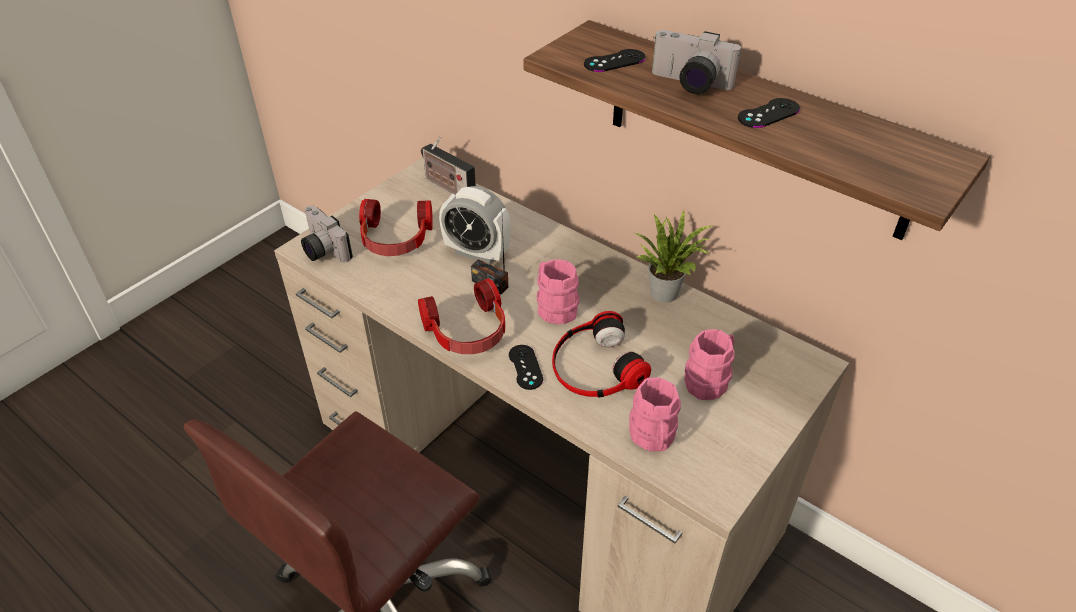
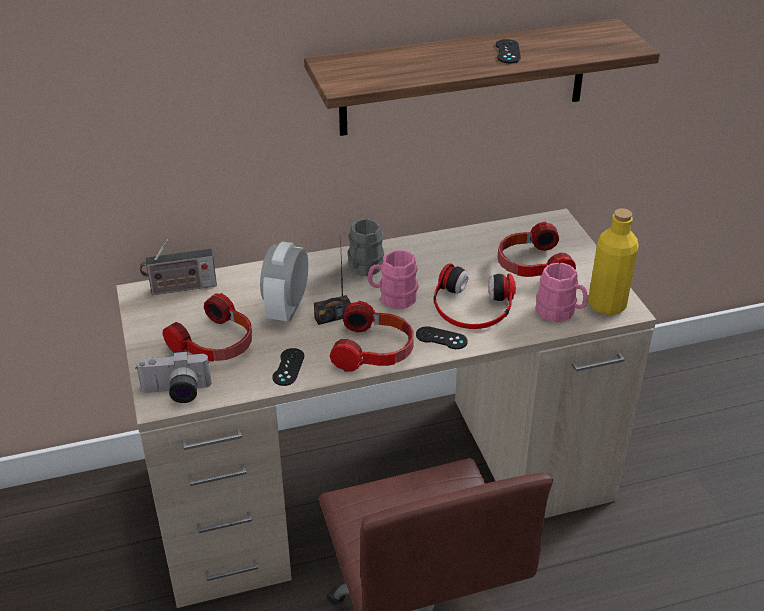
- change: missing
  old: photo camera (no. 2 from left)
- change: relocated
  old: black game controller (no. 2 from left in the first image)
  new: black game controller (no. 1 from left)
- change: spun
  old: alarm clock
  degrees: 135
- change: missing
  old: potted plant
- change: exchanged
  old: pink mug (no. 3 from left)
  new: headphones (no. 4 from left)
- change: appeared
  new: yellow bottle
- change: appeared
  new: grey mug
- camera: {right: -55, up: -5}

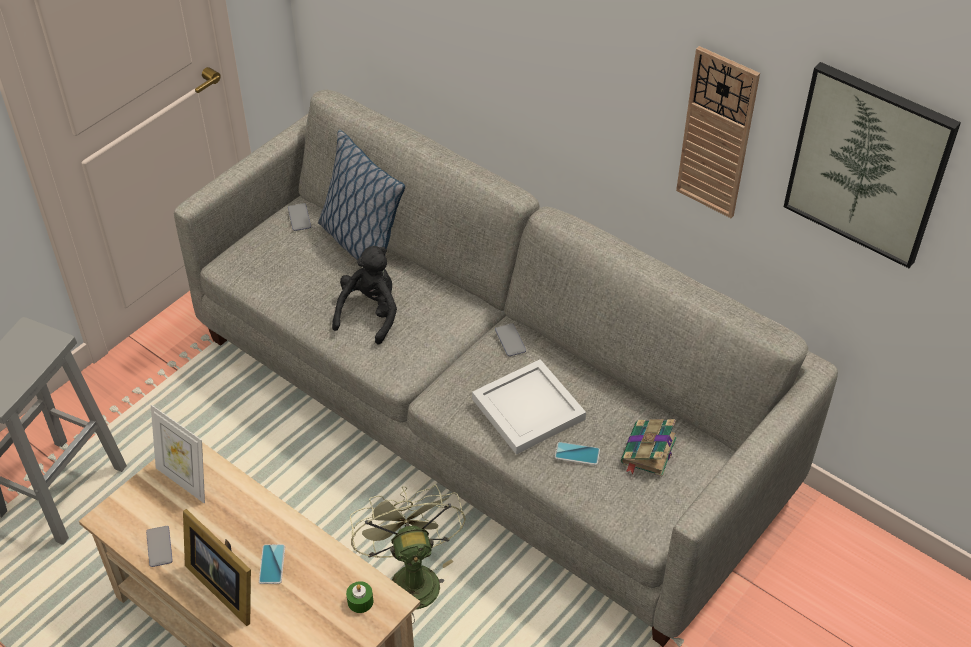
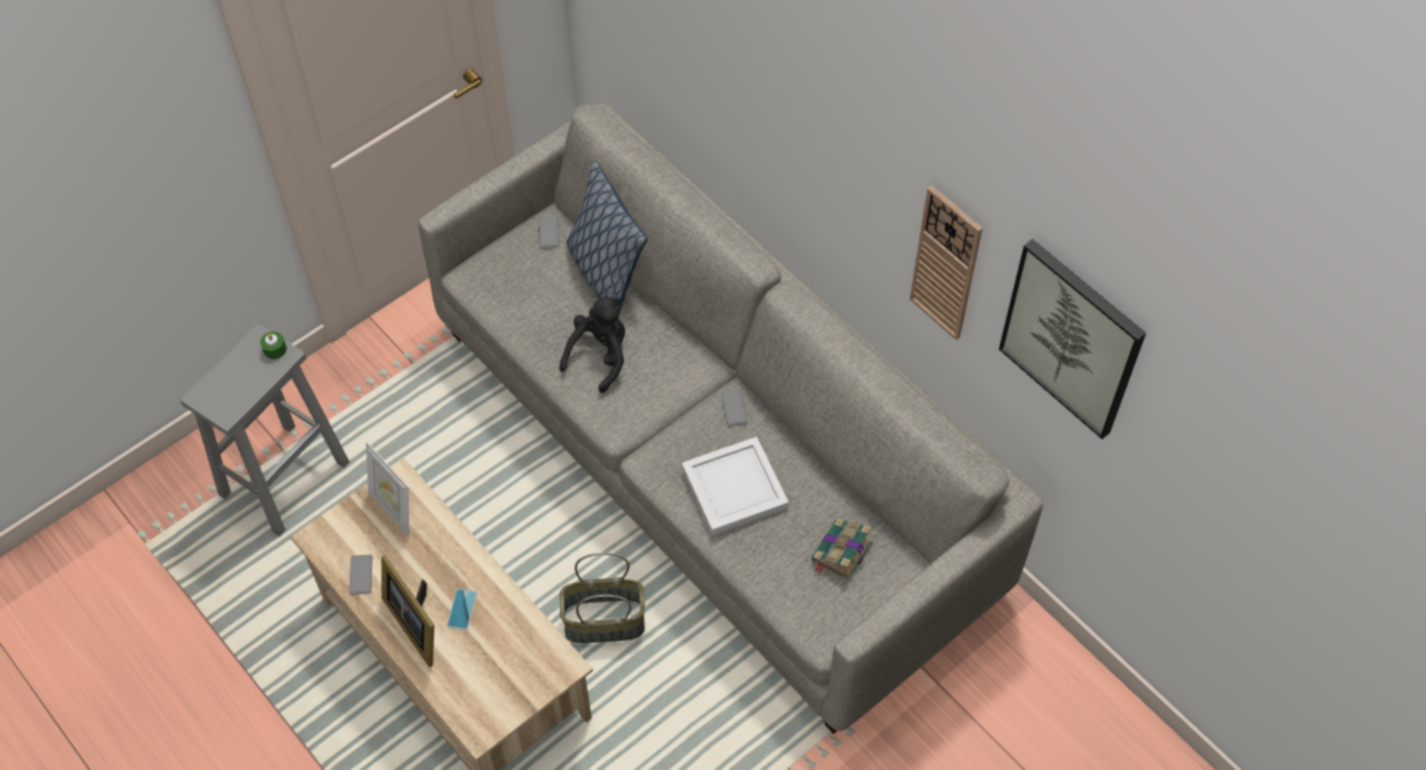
- change: missing
  old: phone (no. 5 from left)
- change: exchanged
  old: green fan
  new: basket
- change: relocated
  old: green candle
- camera: {right: 10, up: 10}

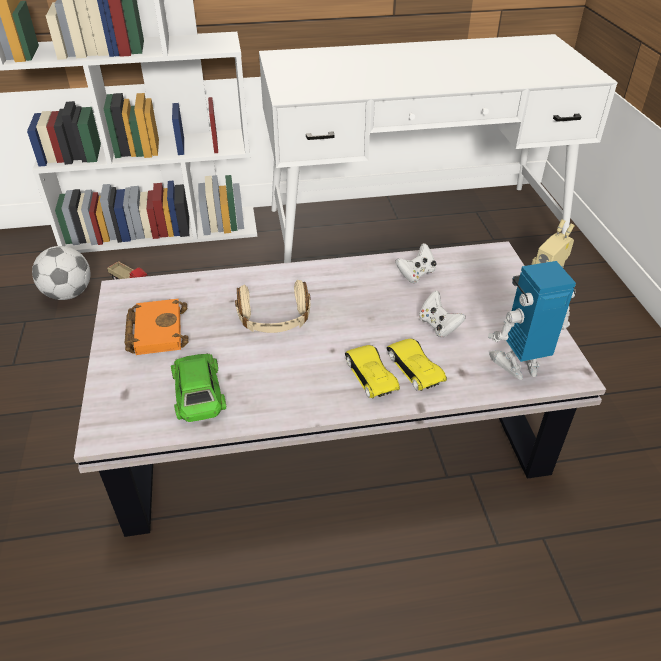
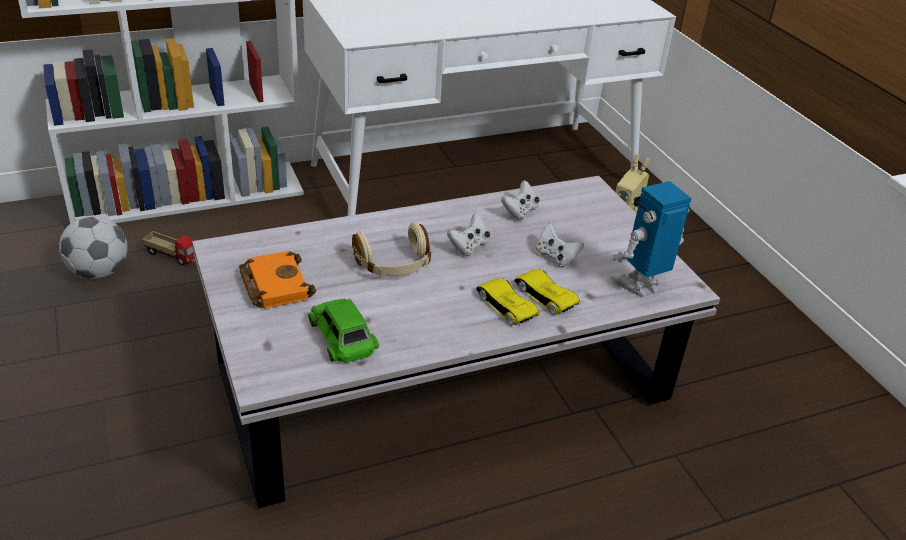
- change: appeared
  new: white game controller (no. 1 from left)
- camera: {right: -15, up: -5}

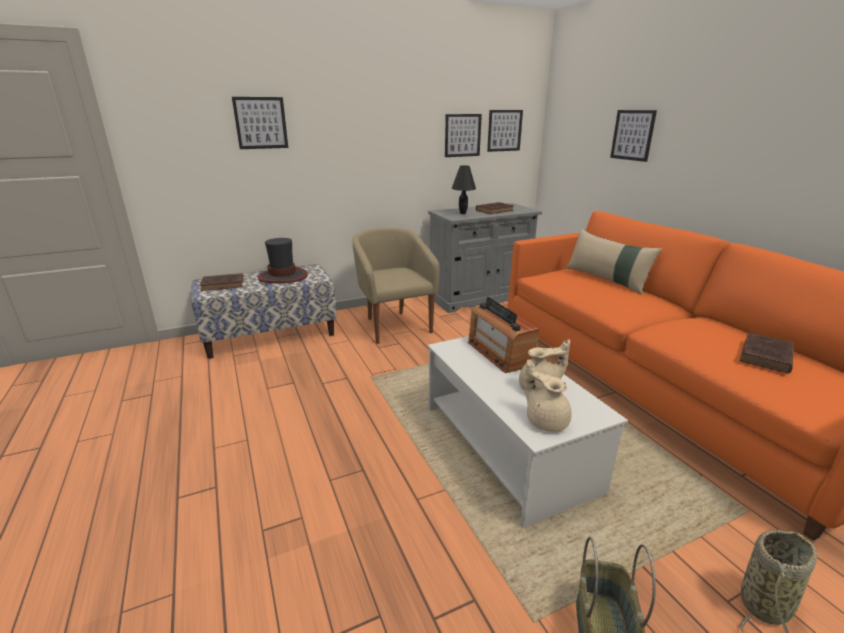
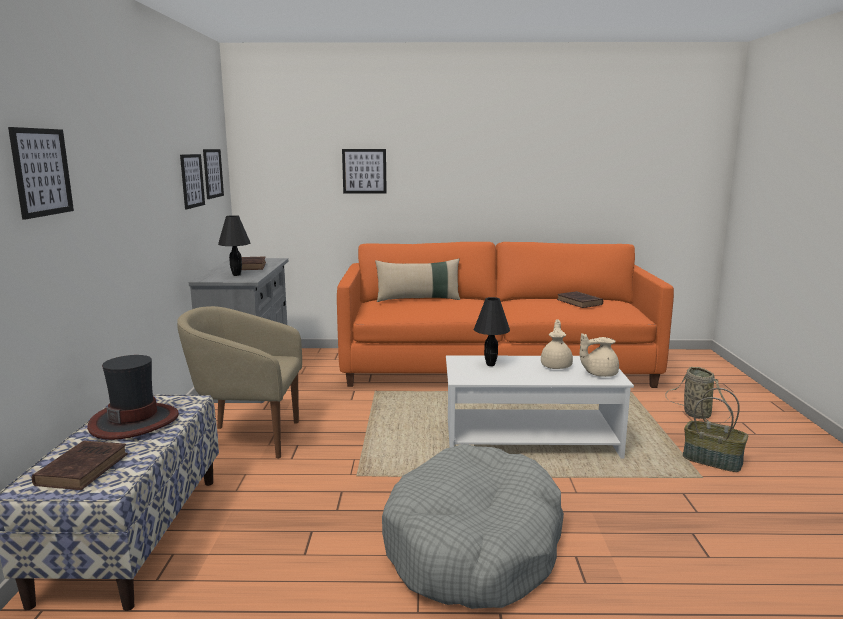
- change: exchanged
  old: radio
  new: black table lamp (no. 2 from left)
- change: appeared
  new: grey dog bed
- camera: {right: -65, up: -10}

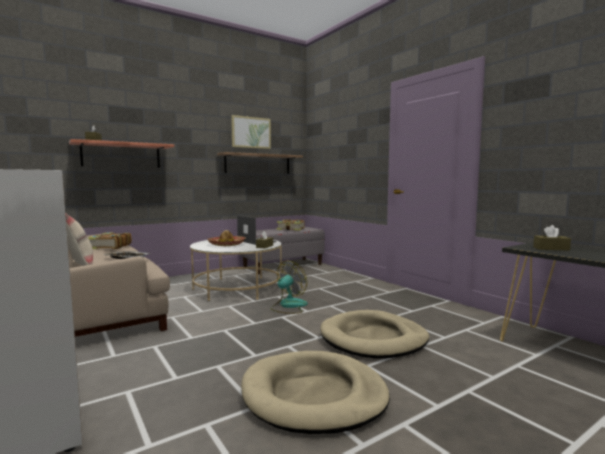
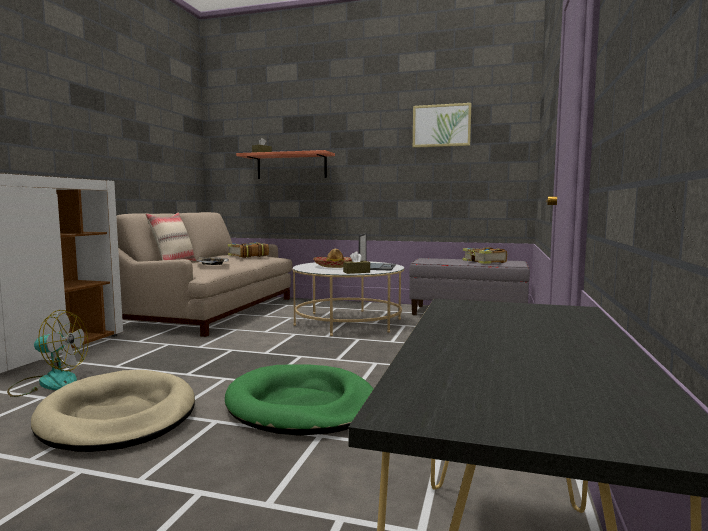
- change: missing
  old: shelf (no. 2 from left)
- change: missing
  old: brown tissue box (no. 3 from left)
- change: relocated
  old: fan
- change: colour
  old: beige dog bed (no. 2 from left)
  new: green dog bed
- camera: {right: 50, up: 0}

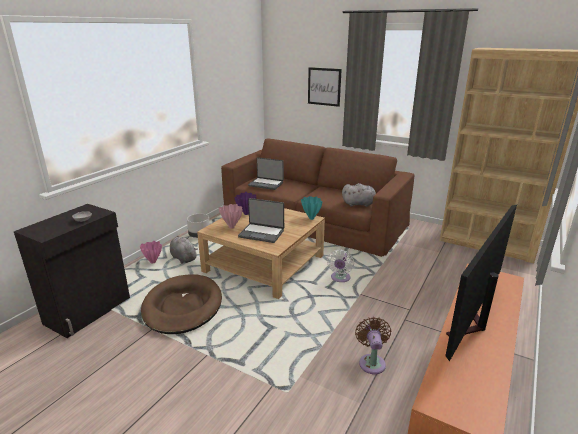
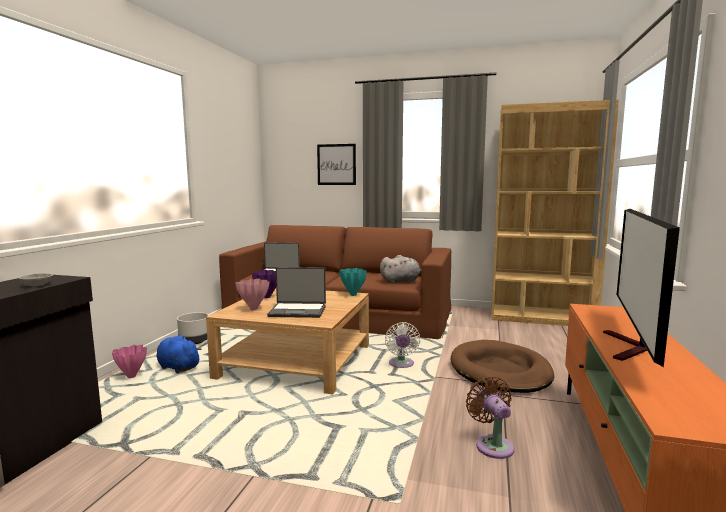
- change: colour
  old: grey plush toy (no. 1 from left)
  new: blue plush toy
- change: relocated
  old: brown dog bed
- camera: {right: -15, up: -15}

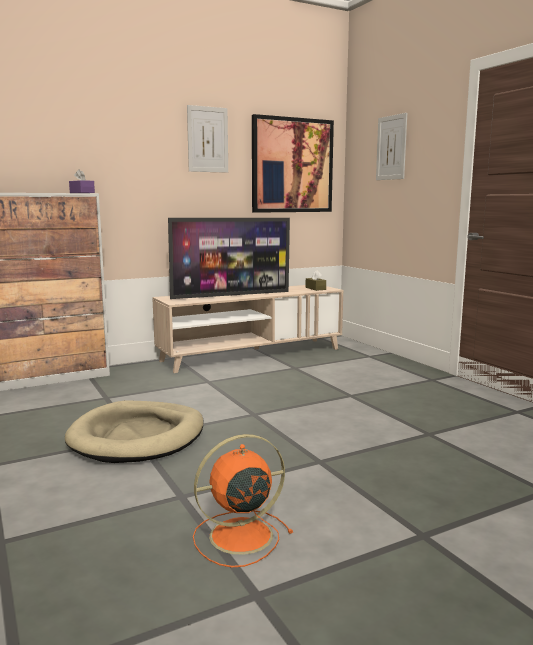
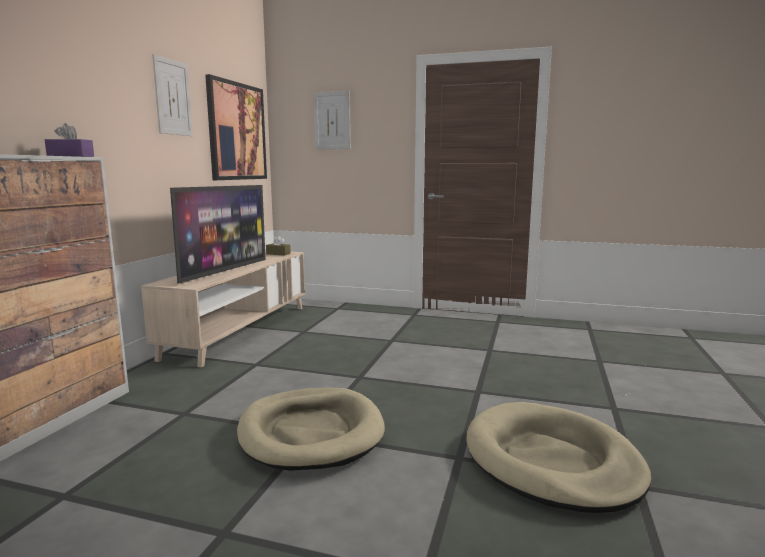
- change: exchanged
  old: orange fan
  new: beige dog bed (no. 2 from left)
- camera: {right: -45, up: 0}

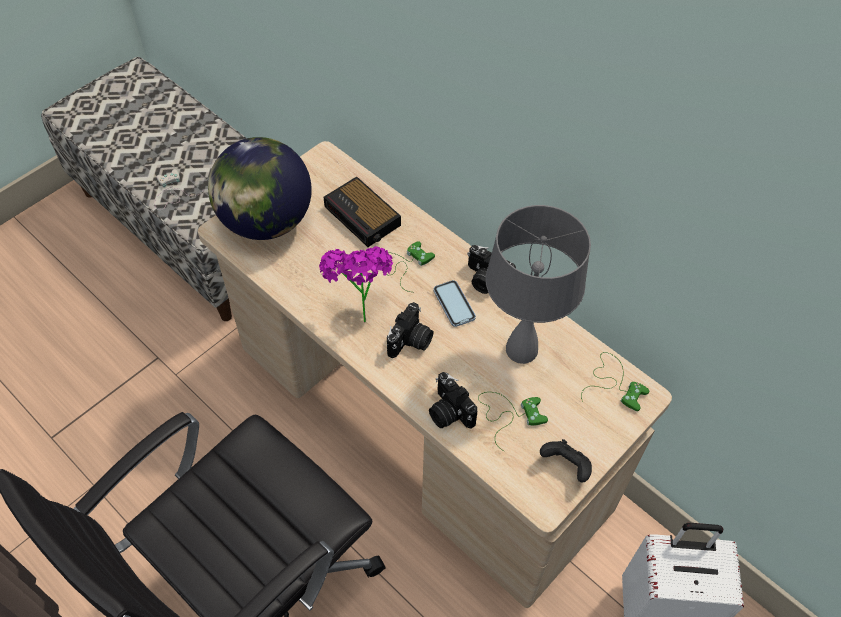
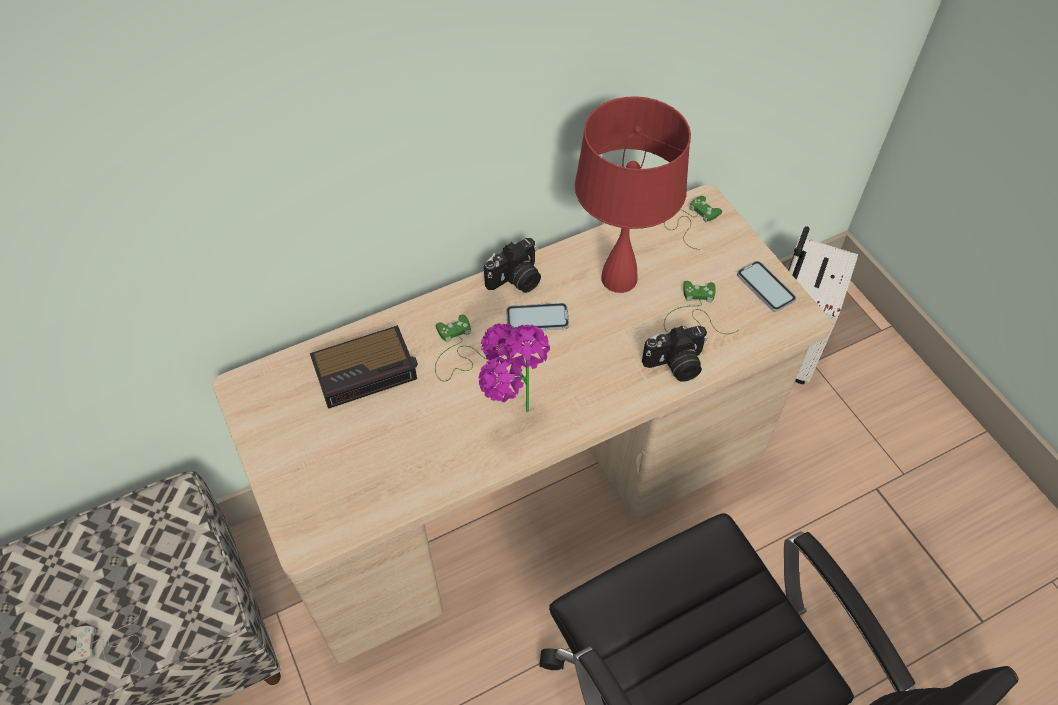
- change: missing
  old: globe
- change: colour
  old: grey table lamp
  new: red table lamp
- change: missing
  old: photo camera (no. 1 from left)
- change: exchanged
  old: black game controller
  new: phone (no. 2 from left)
- camera: {right: -70, up: 0}

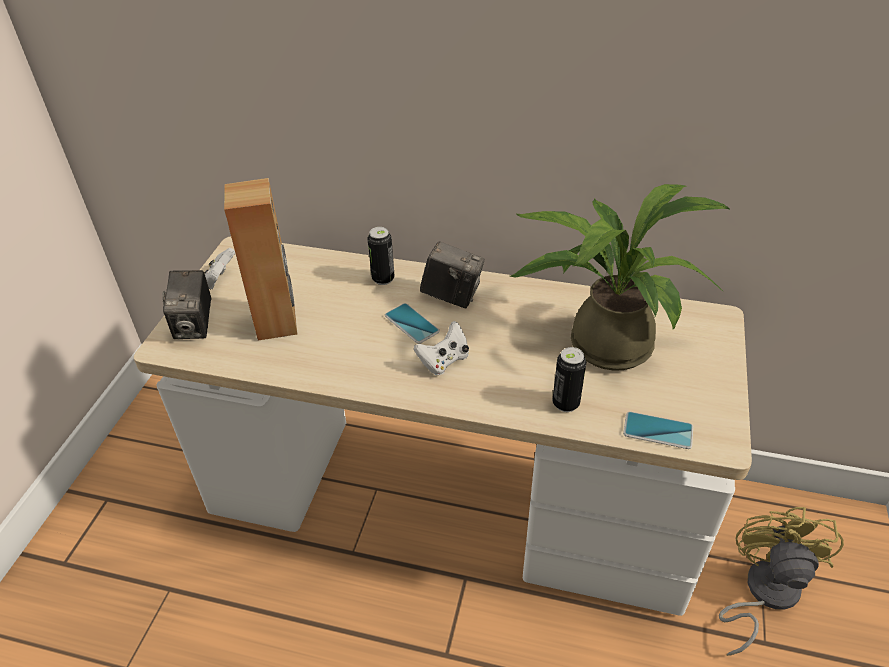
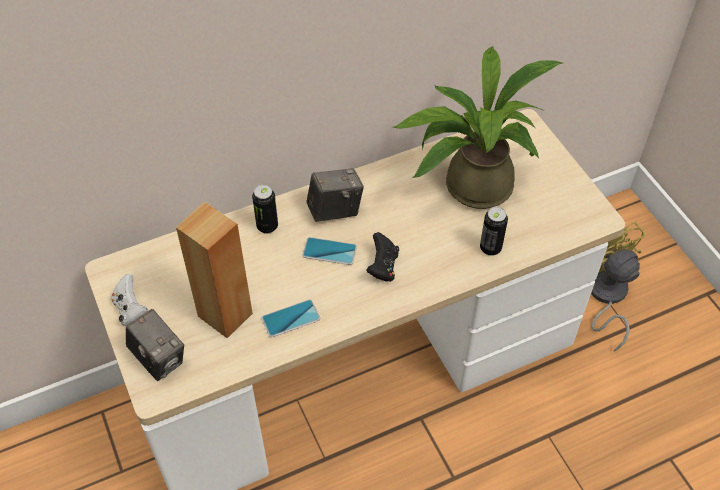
- change: colour
  old: white game controller (no. 2 from left)
  new: black game controller
- change: relocated
  old: phone (no. 2 from left in the first image)
  new: phone (no. 1 from left)
- camera: {right: -40, up: 10}

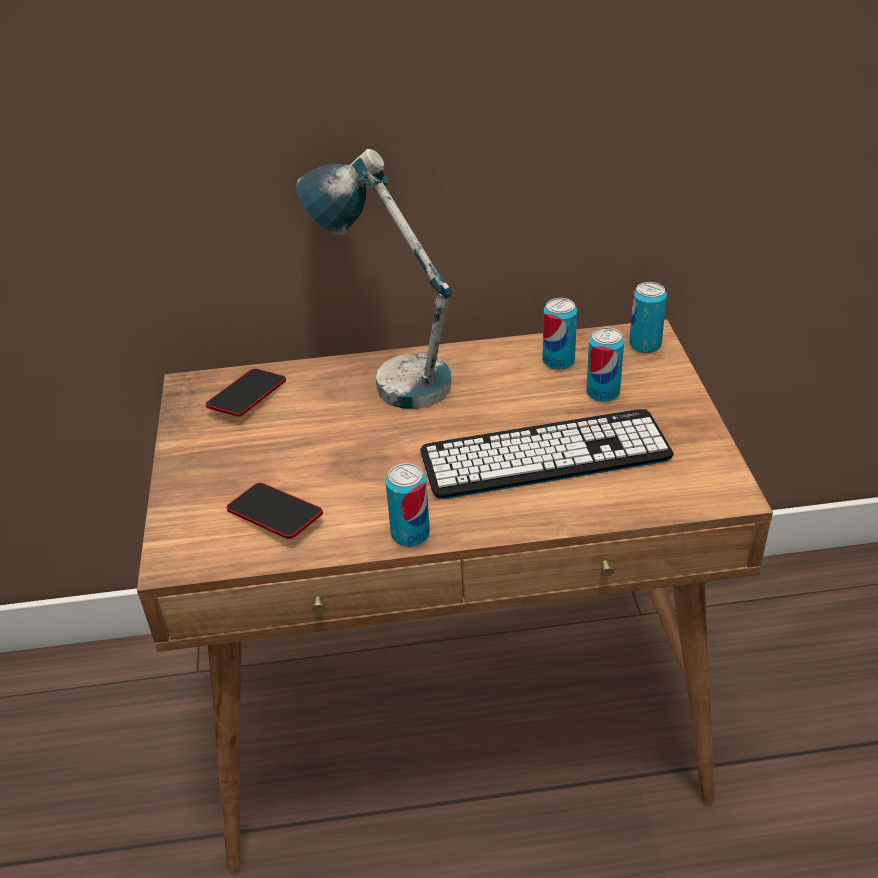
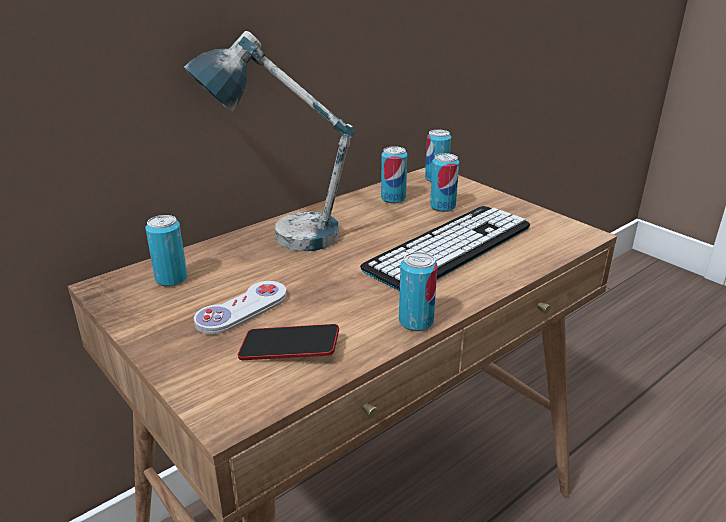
- change: exchanged
  old: phone (no. 1 from left)
  new: can (no. 1 from left)
- change: appeared
  new: white game controller
- camera: {right: -35, up: -10}

